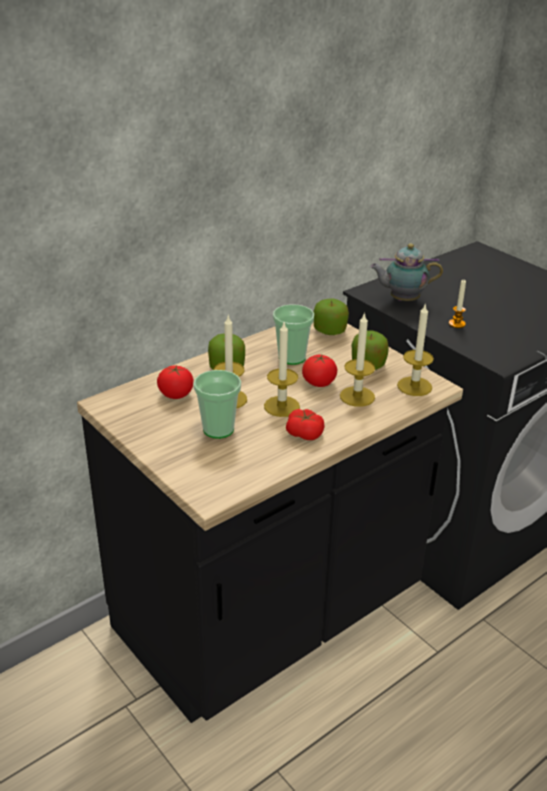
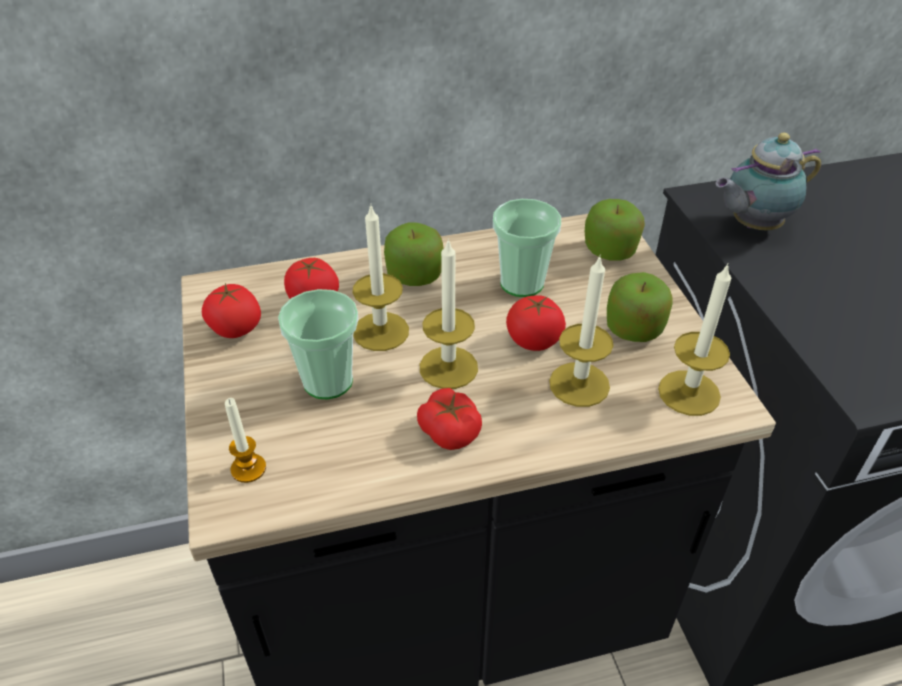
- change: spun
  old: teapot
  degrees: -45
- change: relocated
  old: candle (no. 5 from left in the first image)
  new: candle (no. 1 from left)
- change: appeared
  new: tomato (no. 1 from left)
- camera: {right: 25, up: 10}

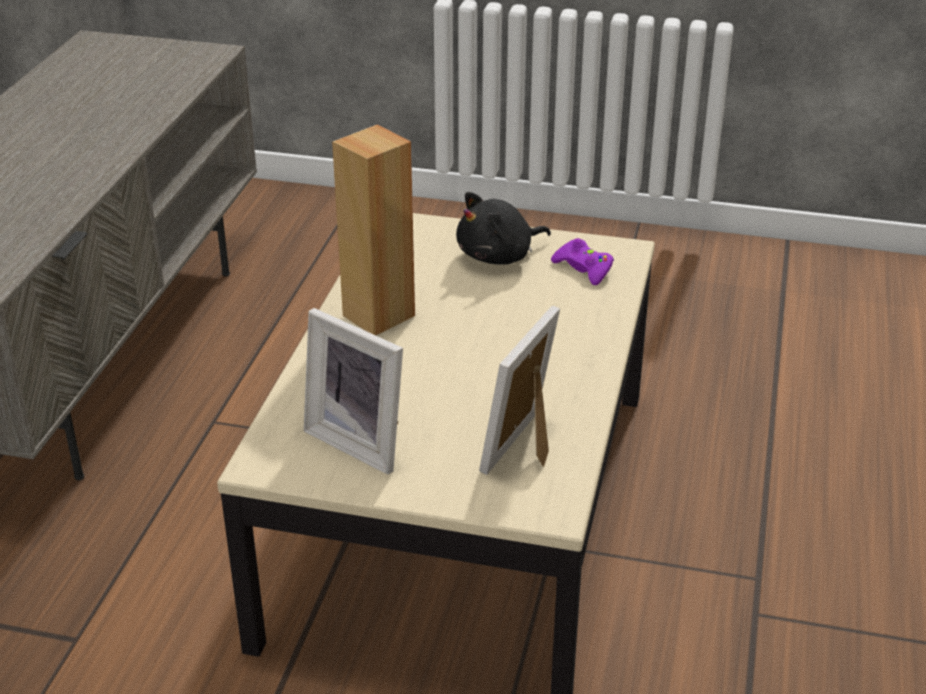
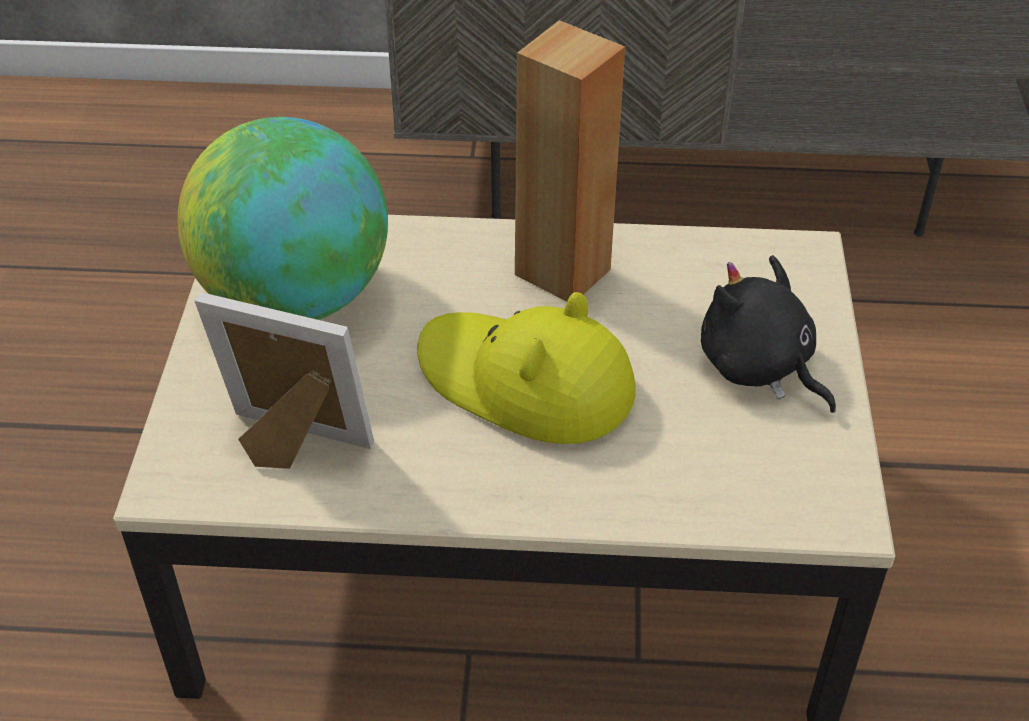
- change: missing
  old: purple game controller
- change: exchanged
  old: picture frame (no. 1 from left)
  new: globe
- change: appeared
  new: yellow hat
- camera: {right: 80, up: 10}

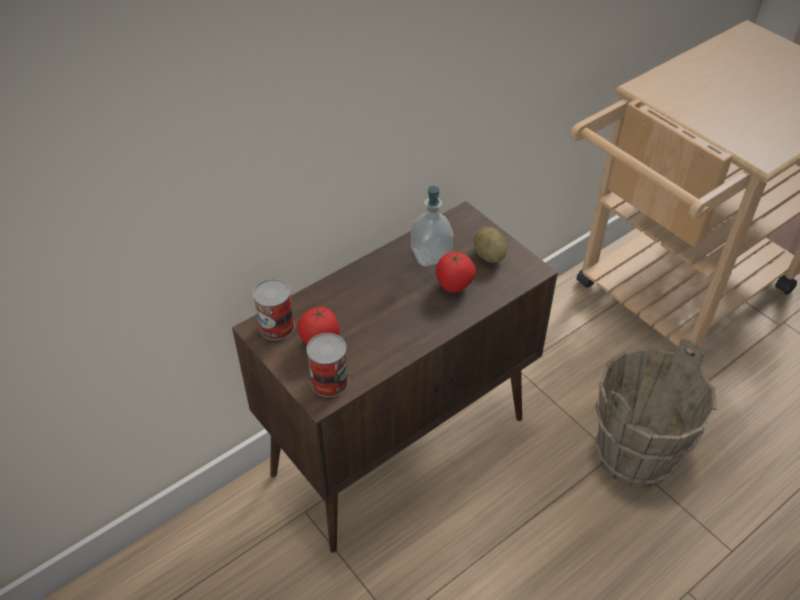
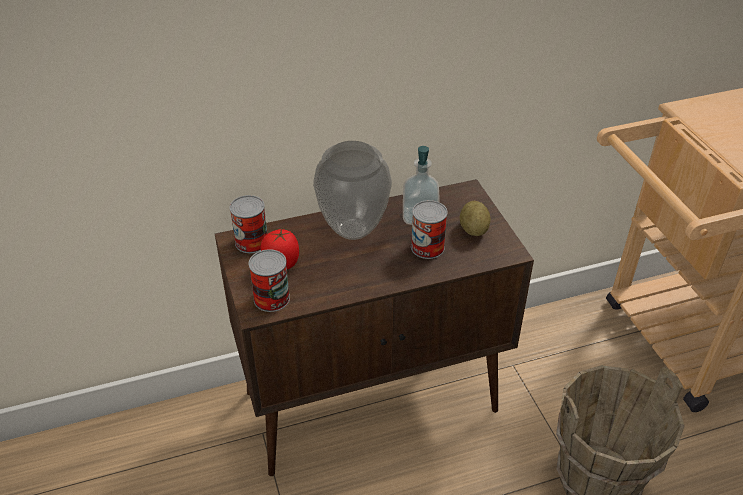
- change: exchanged
  old: tomato (no. 2 from left)
  new: can (no. 3 from left)
- change: appeared
  new: vase
- camera: {right: 20, up: -5}

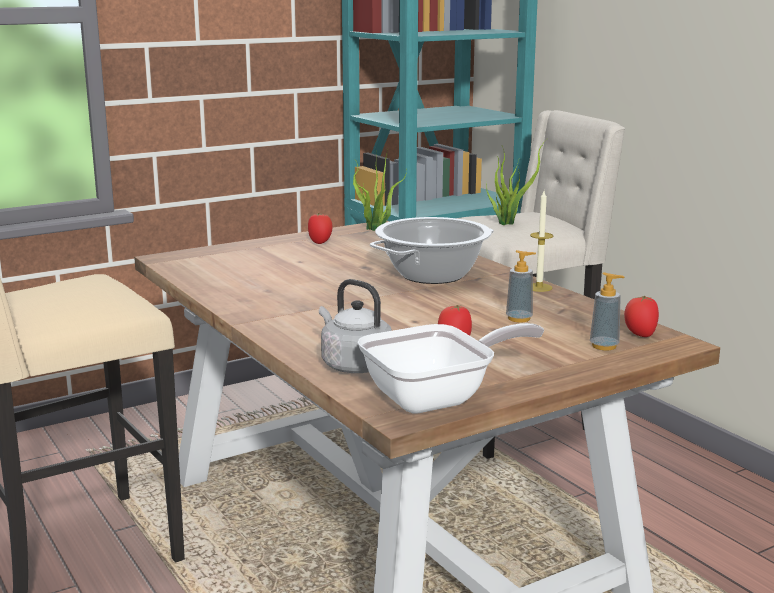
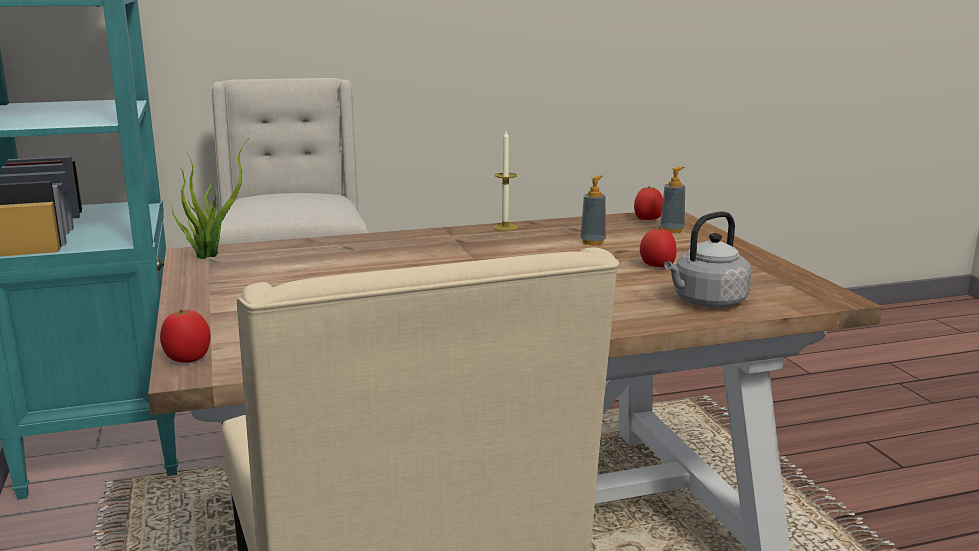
- change: missing
  old: potted plant (no. 2 from left)
- change: relocated
  old: tomato (no. 1 from left)
- change: missing
  old: cooking pot
- change: missing
  old: frying pan
- camera: {right: -75, up: 0}

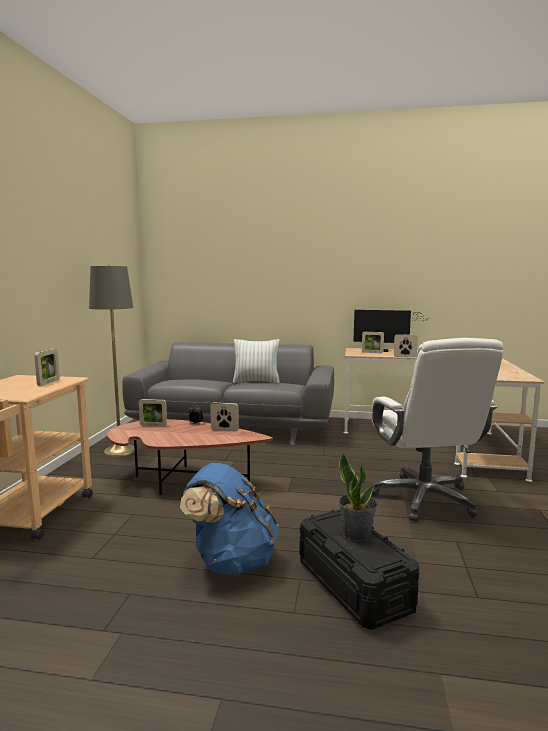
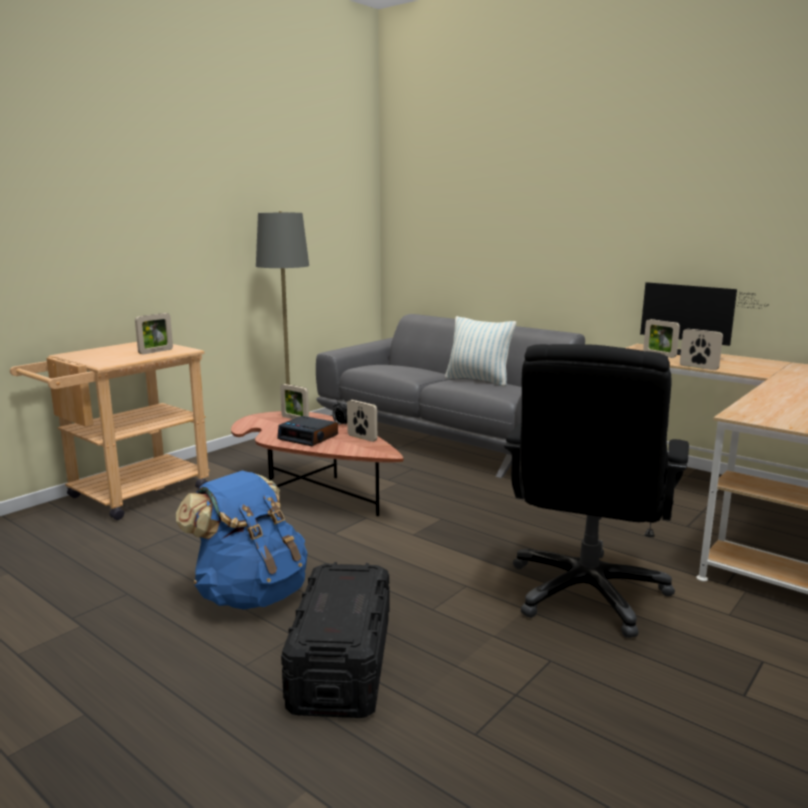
- change: colour
  old: white office chair
  new: black office chair
- change: missing
  old: potted plant
- change: appeared
  new: alarm clock (no. 1 from left)
- camera: {right: 30, up: 5}

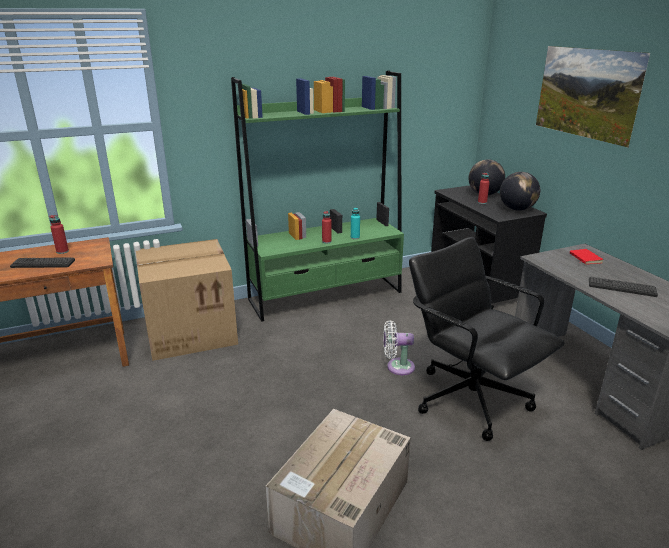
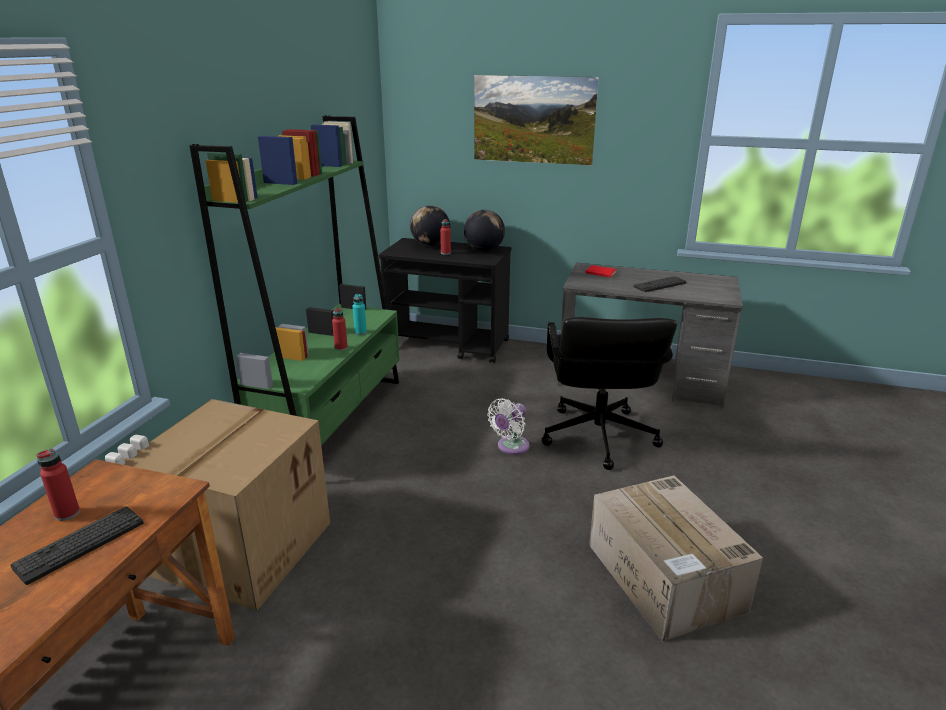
- change: spun
  old: black office chair
  degrees: -90
- camera: {right: -50, up: 0}

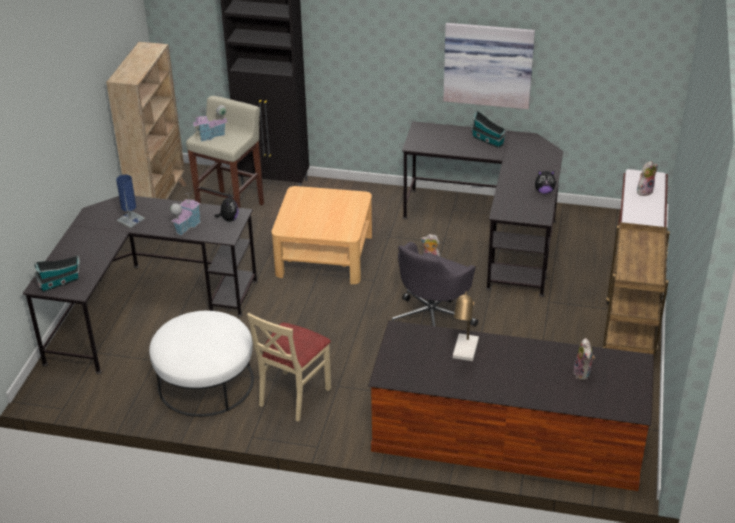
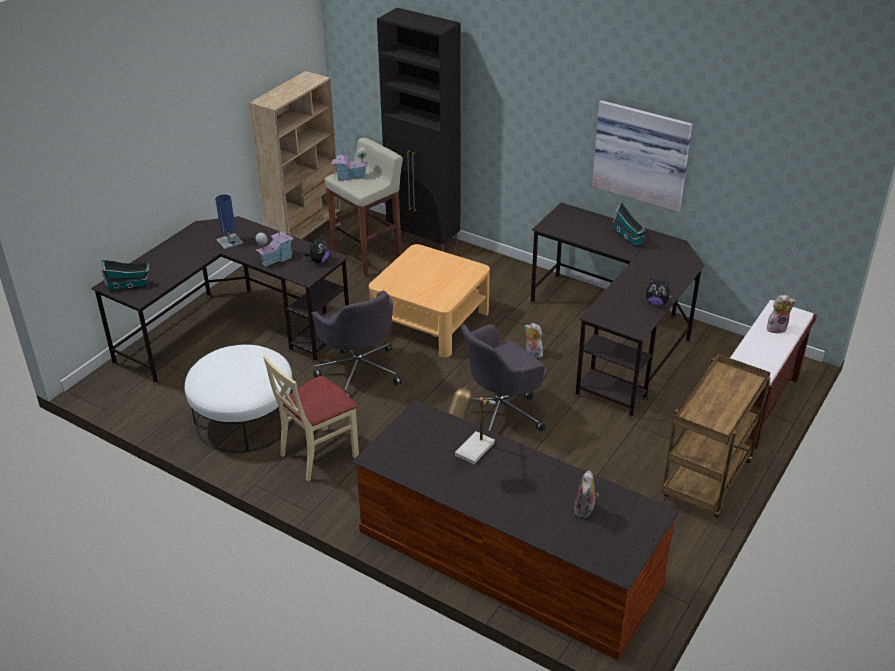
- change: appeared
  new: grey office chair (no. 1 from left)
- camera: {right: 20, up: 0}

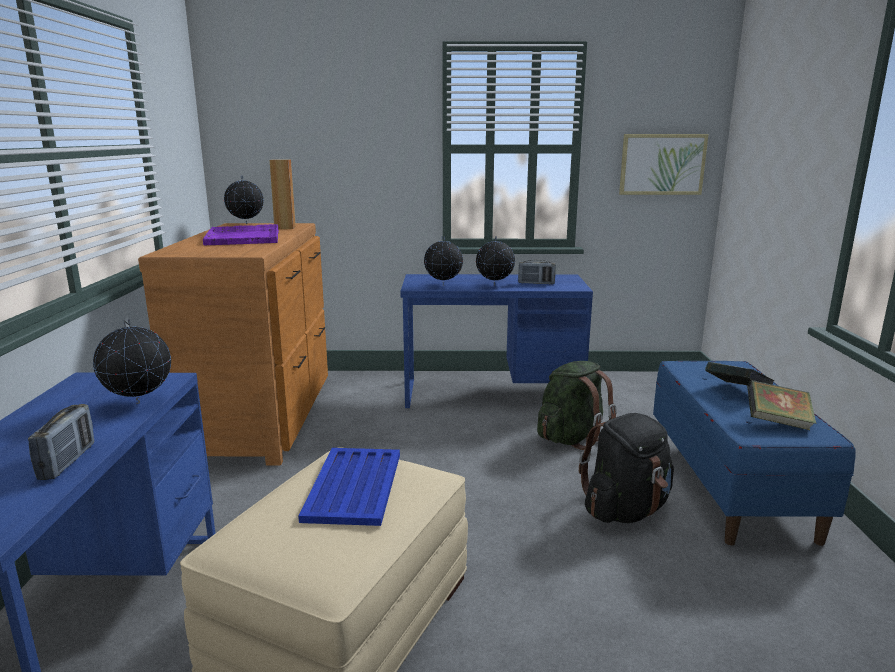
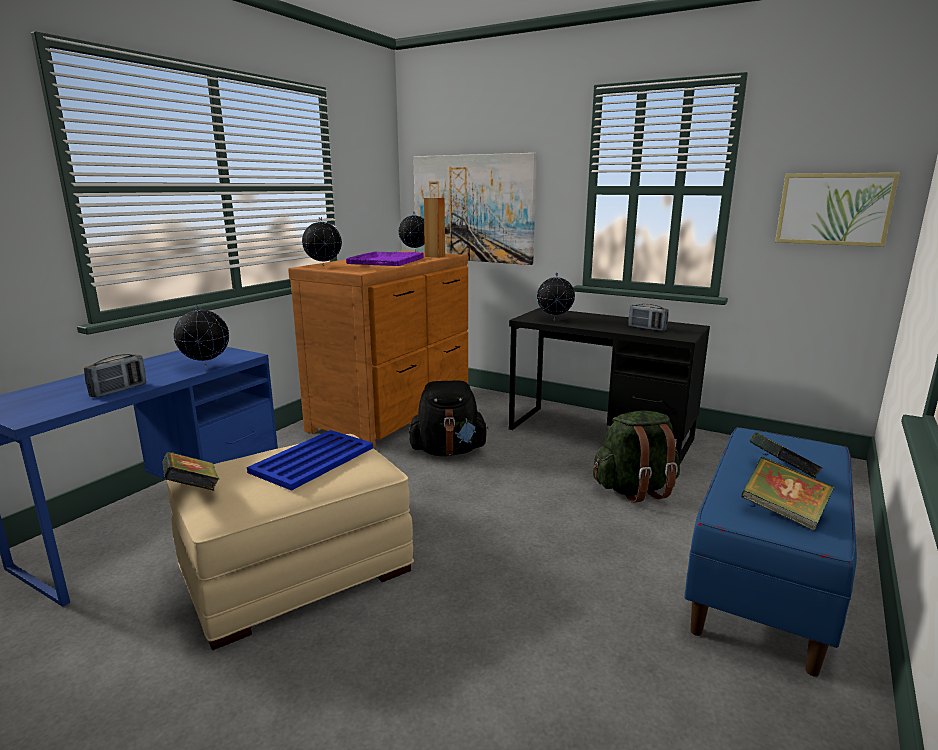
- change: relocated
  old: globe (no. 4 from left in the first image)
  new: globe (no. 2 from left)
- change: colour
  old: blue desk (no. 2 from left)
  new: black desk
- change: relocated
  old: black backpack
- change: appeared
  new: picture (no. 1 from left)
- change: appeared
  new: book (no. 1 from left)
- camera: {right: 30, up: 0}

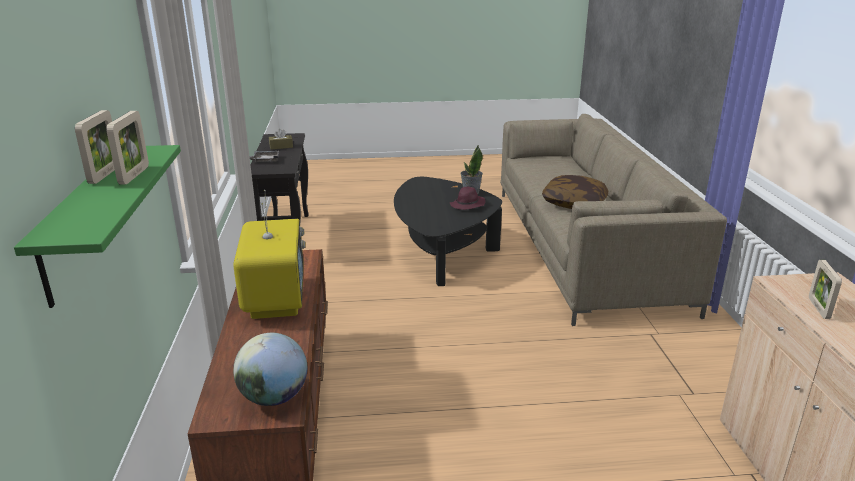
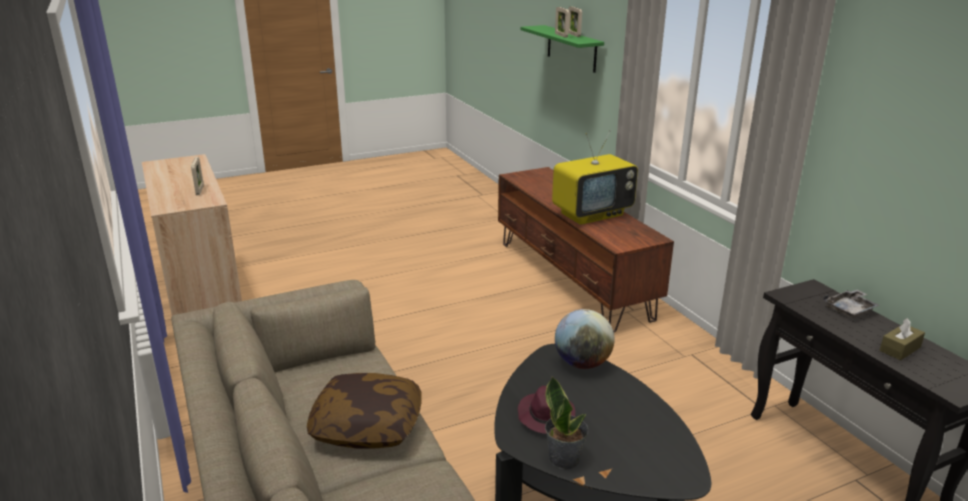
- change: spun
  old: television
  degrees: -90
- change: relocated
  old: globe
- camera: {right: 160, up: 0}

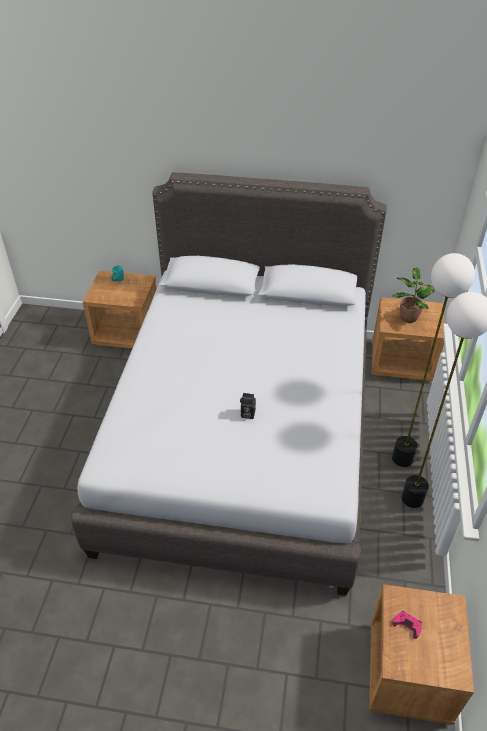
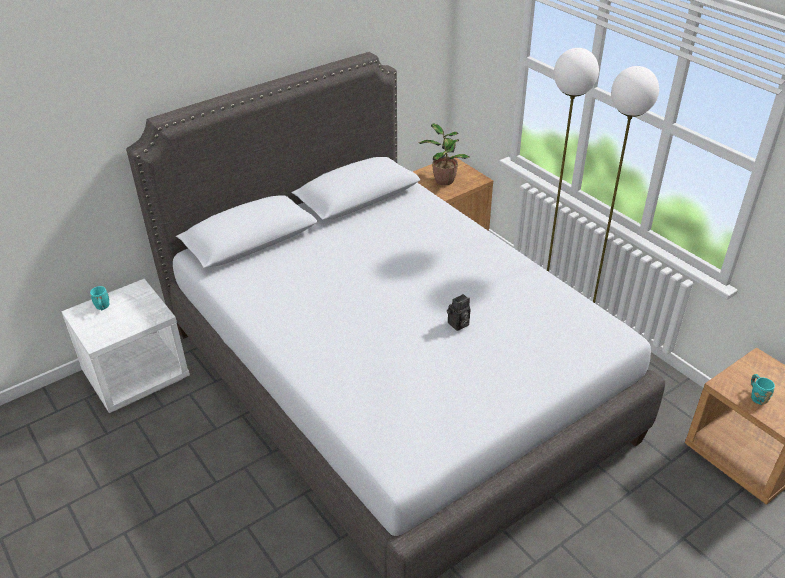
- change: colour
  old: brown nightstand (no. 1 from left)
  new: white nightstand
- change: exchanged
  old: pink game controller
  new: turquoise mug (no. 2 from left)
- camera: {right: -45, up: -5}

